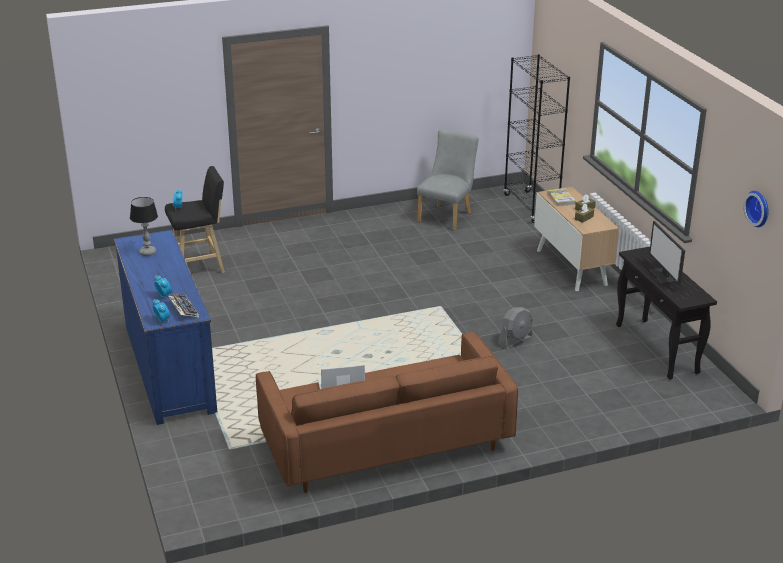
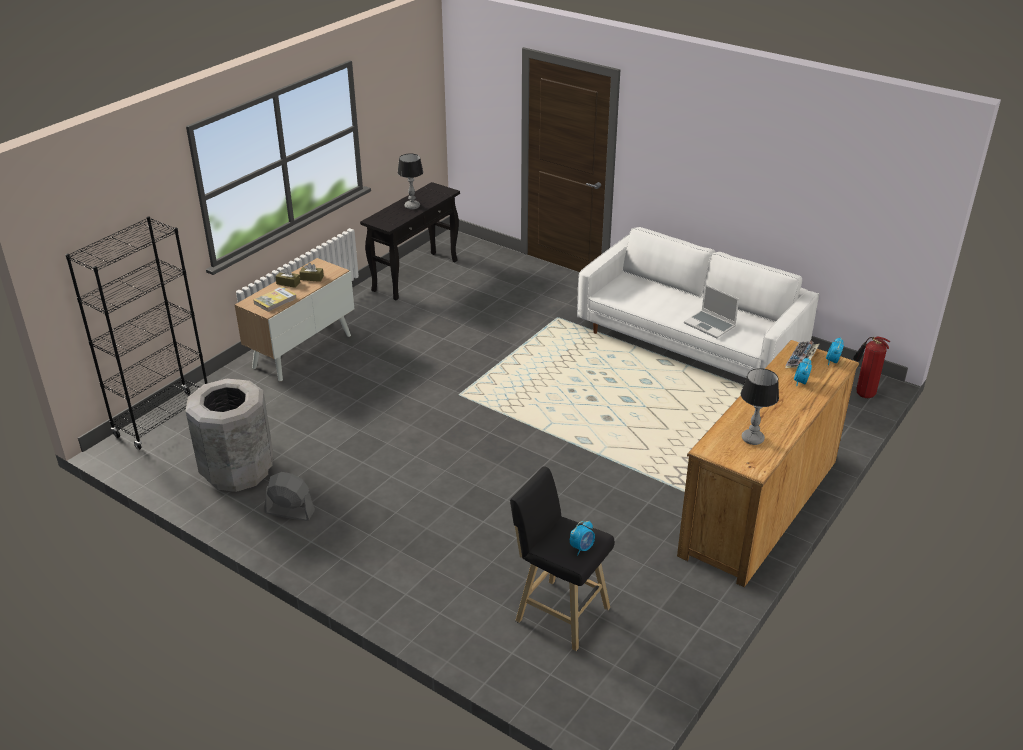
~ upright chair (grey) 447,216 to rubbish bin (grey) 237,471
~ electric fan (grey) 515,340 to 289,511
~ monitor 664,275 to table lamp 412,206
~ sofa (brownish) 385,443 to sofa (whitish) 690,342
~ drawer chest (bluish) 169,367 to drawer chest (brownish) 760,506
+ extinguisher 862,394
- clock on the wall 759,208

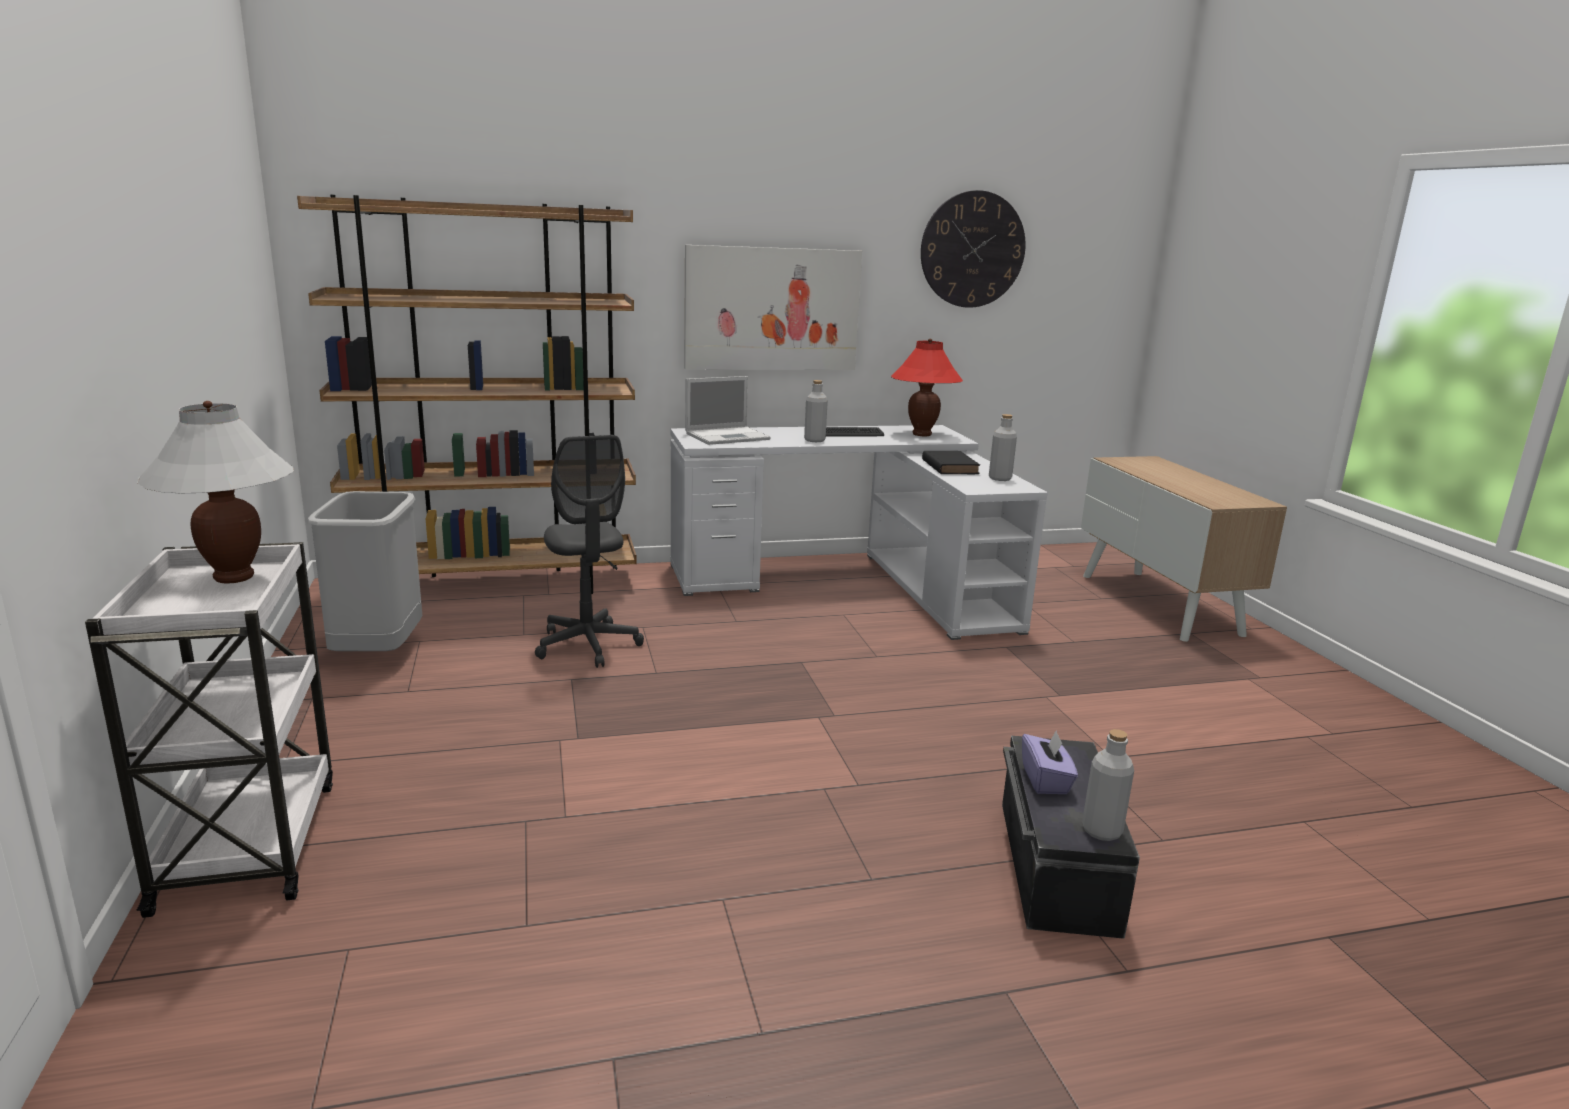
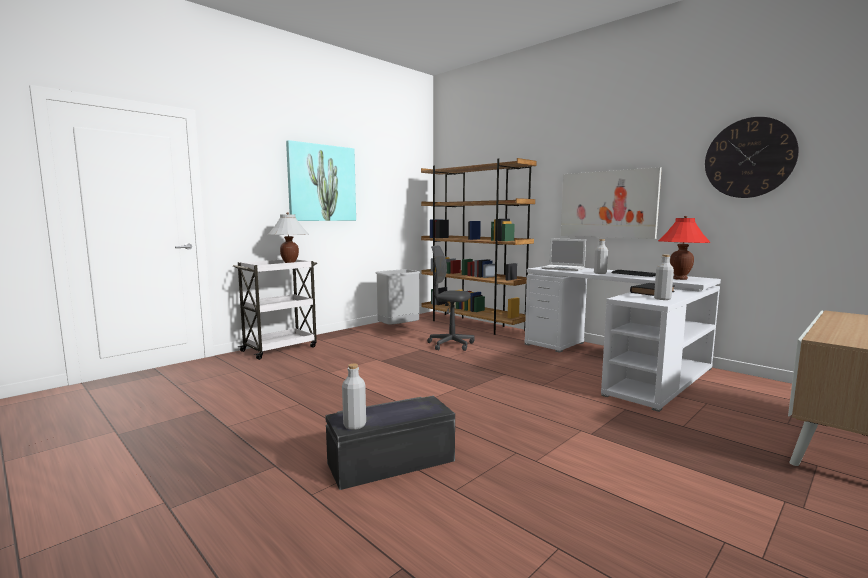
+ wall art 321,183
~ desk chair (grey) 588,645 = 450,345 75 degrees clockwise
- box of tissues (purplish) 1046,780

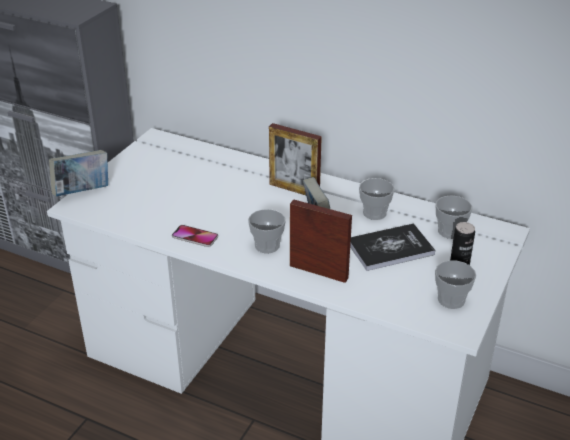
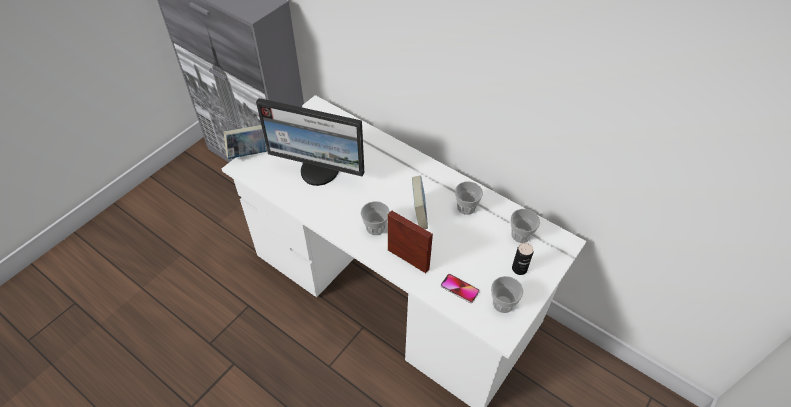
+ monitor 320,170
~ handset 195,237 to 459,288
- picture frame 294,189
- book 390,248

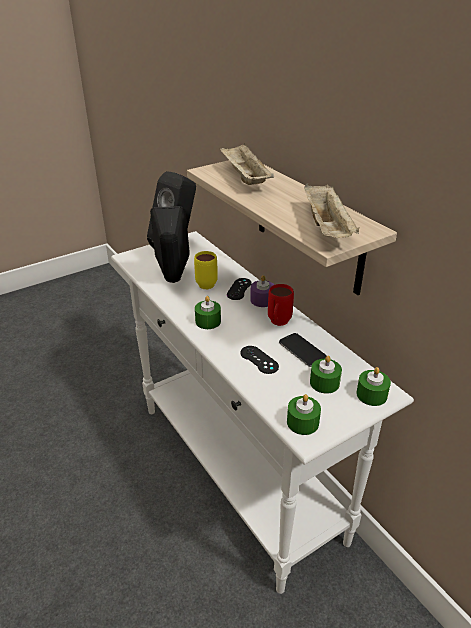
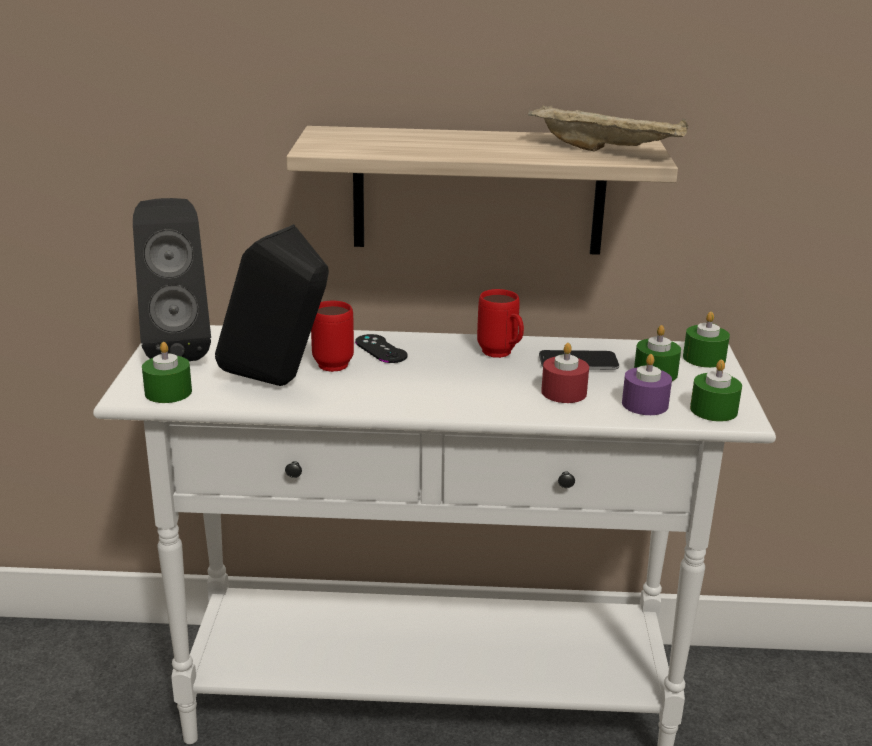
~ candle (green-coloured) 208,321 to 168,392
~ tea mug (yellow) 208,283 to tea mug (reddish) 328,362
~ joypad (black-coloured) 259,360 to candle (reddish) 564,392
~ candle (purplish) 262,300 to 645,404
- serving tray (sand-coloured) 244,177

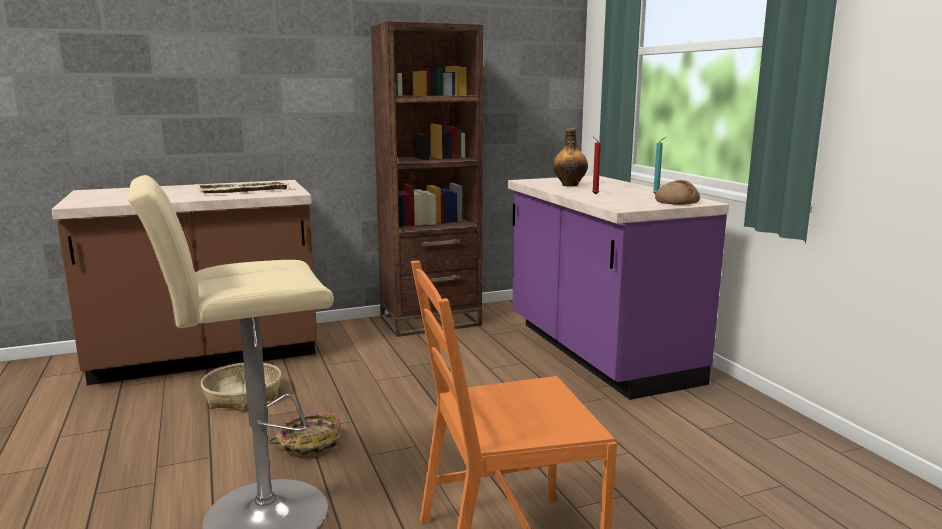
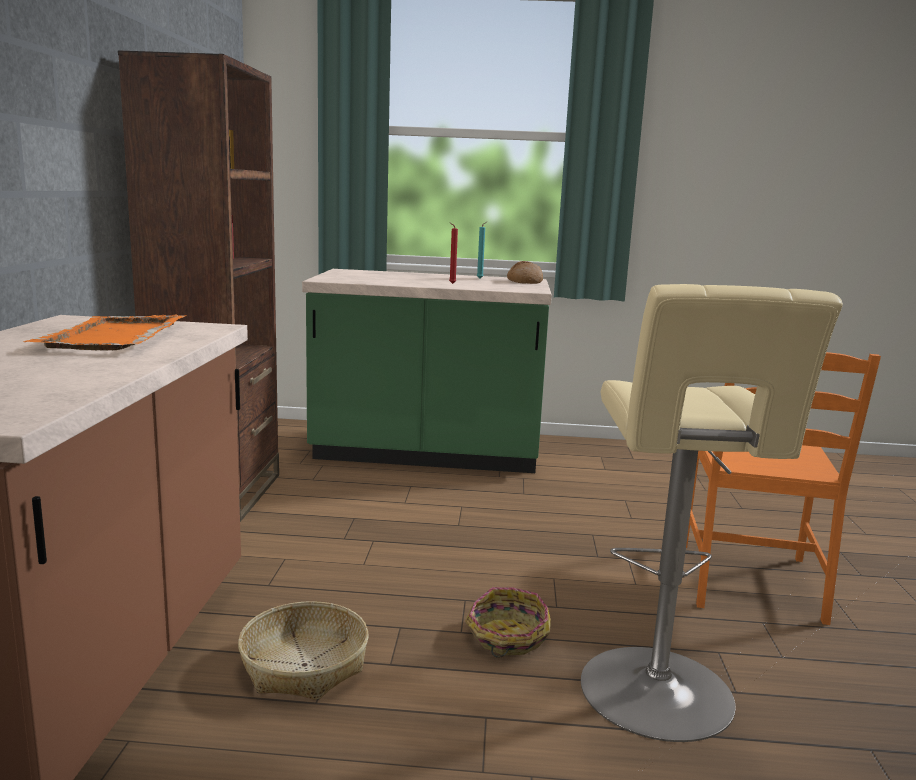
~ serving tray (sand-coloured) 242,190 to serving tray (orangey) 113,337
~ kitchen counter (purplish) 597,353 to kitchen counter (green-coloured) 426,454
- bottle 569,185

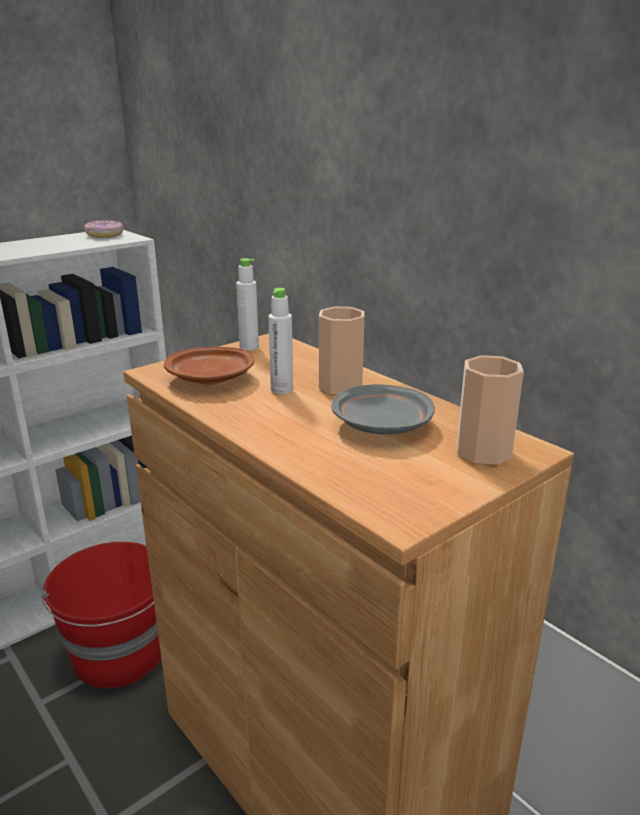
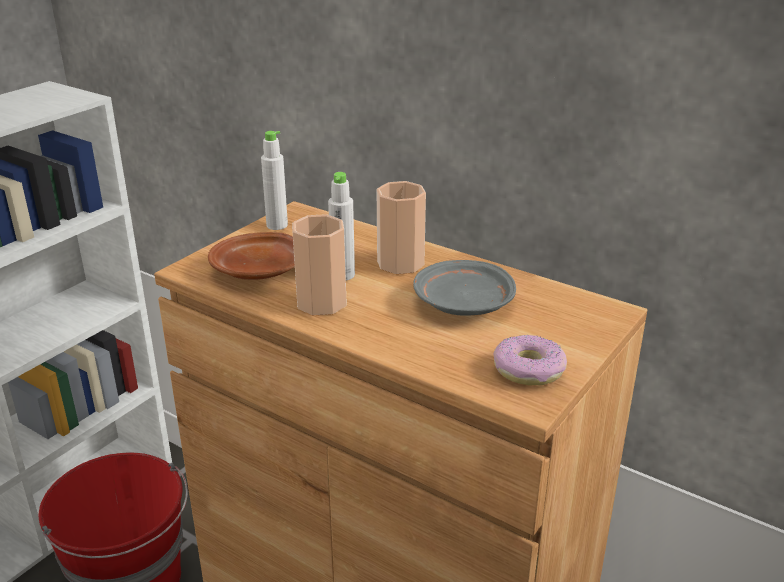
~ drinking cup 483,452 to 321,302
~ donut 105,235 to 528,369

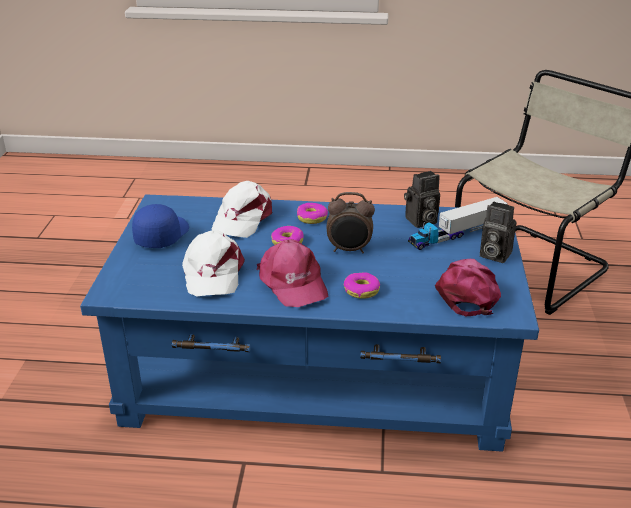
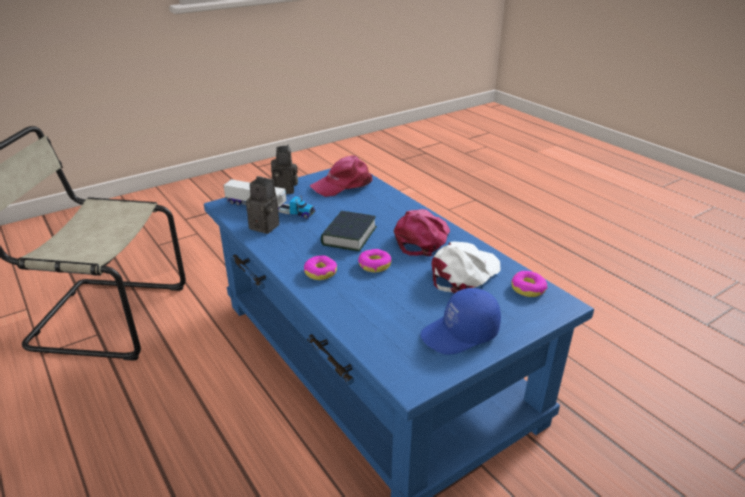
~ bedside clock 349,250 to book 349,236
~ donut 361,290 to 528,289
- peaked cap (whitish) 242,219

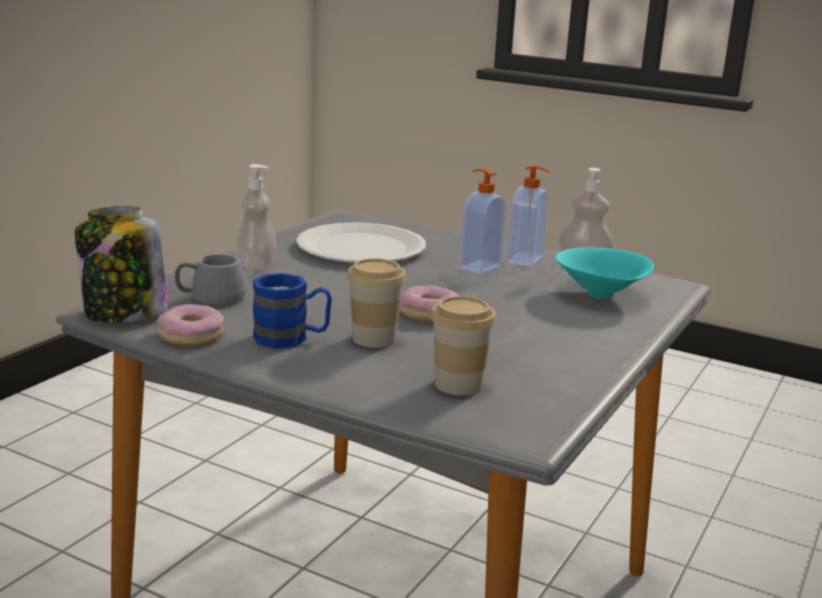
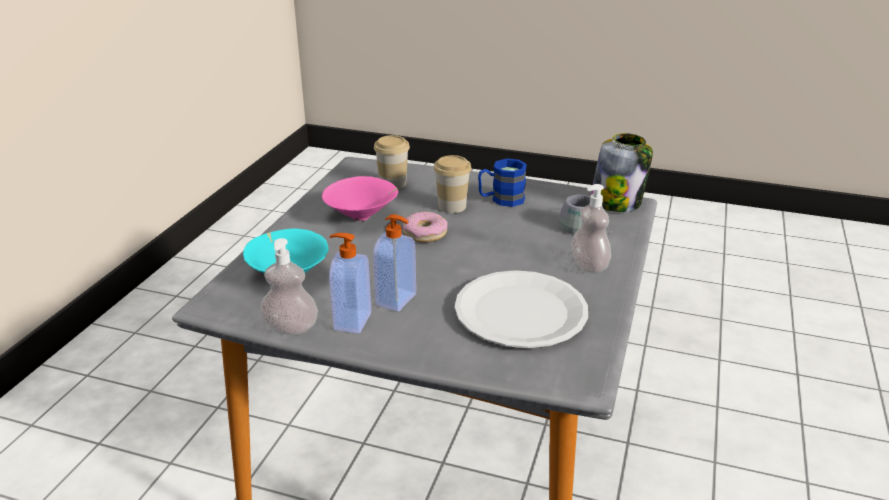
+ bowl (pink-coloured) 363,217
- donut 191,335

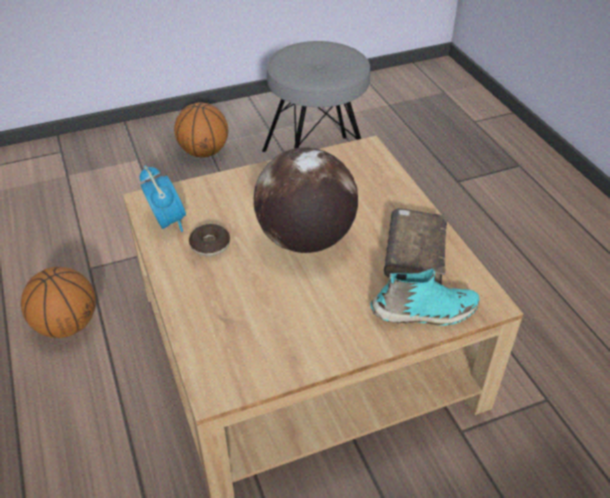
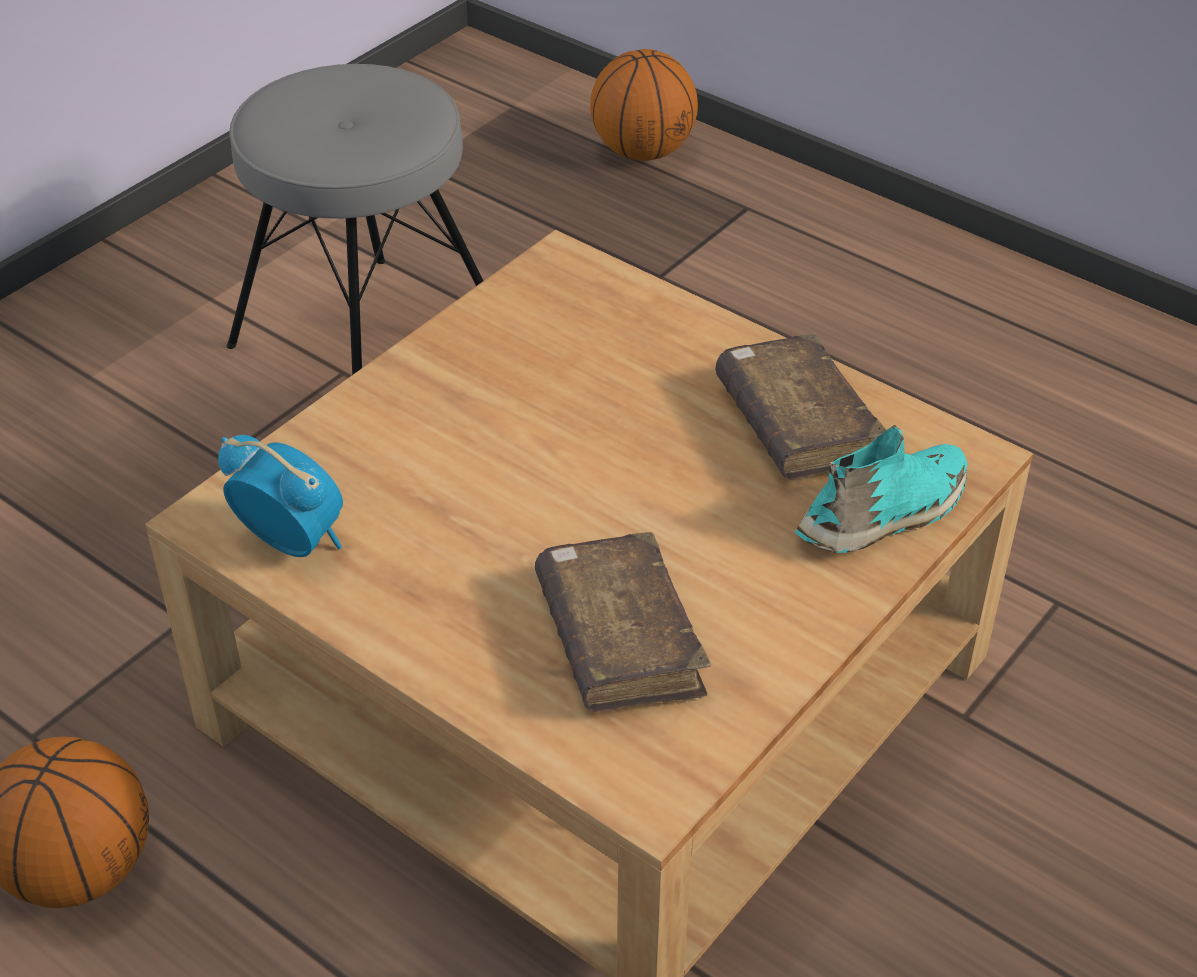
+ book (brownish) 619,640
~ basketball 204,152 to 643,151
- donut 210,245
- globe 305,239

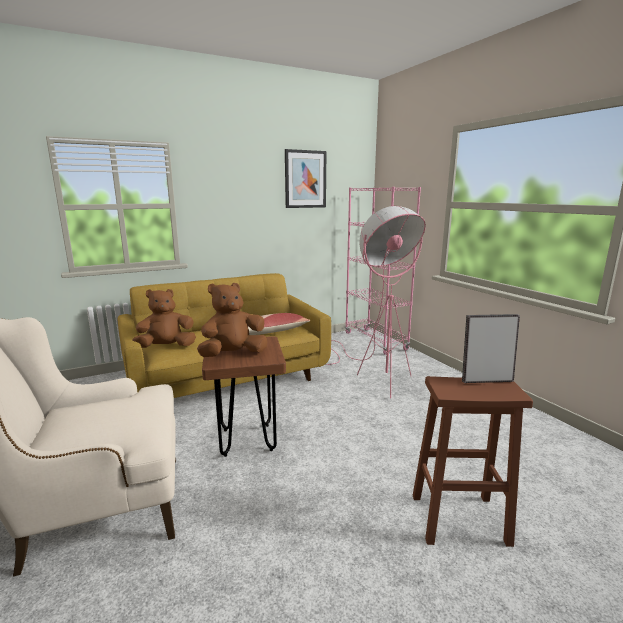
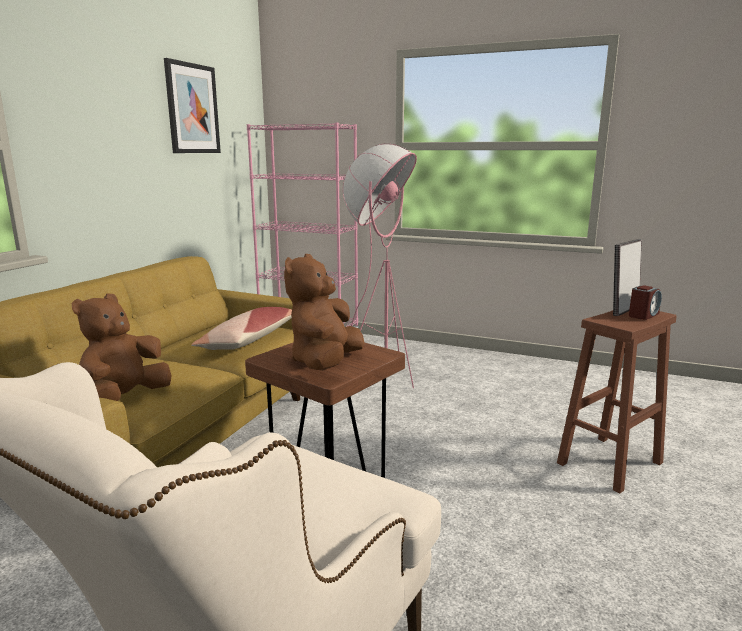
+ bedside clock 643,315

